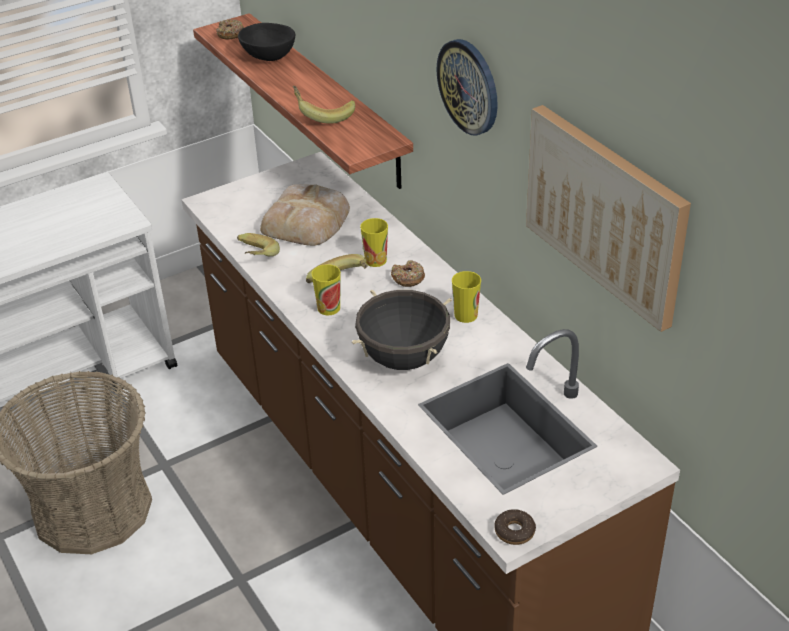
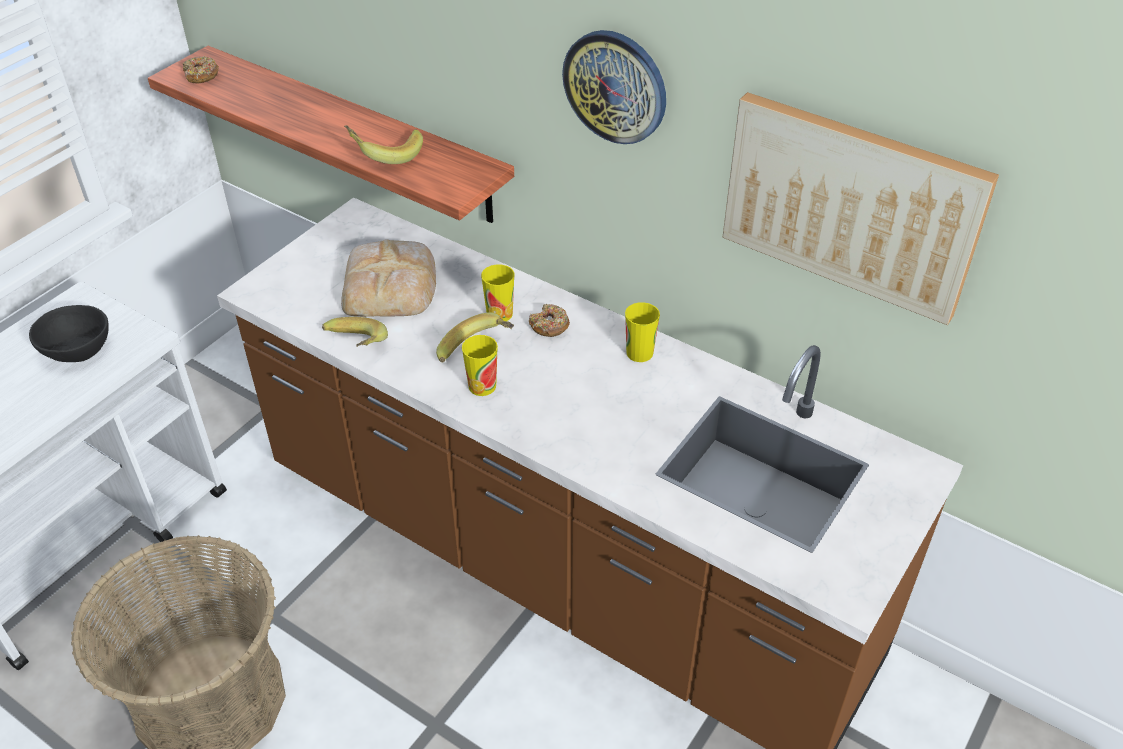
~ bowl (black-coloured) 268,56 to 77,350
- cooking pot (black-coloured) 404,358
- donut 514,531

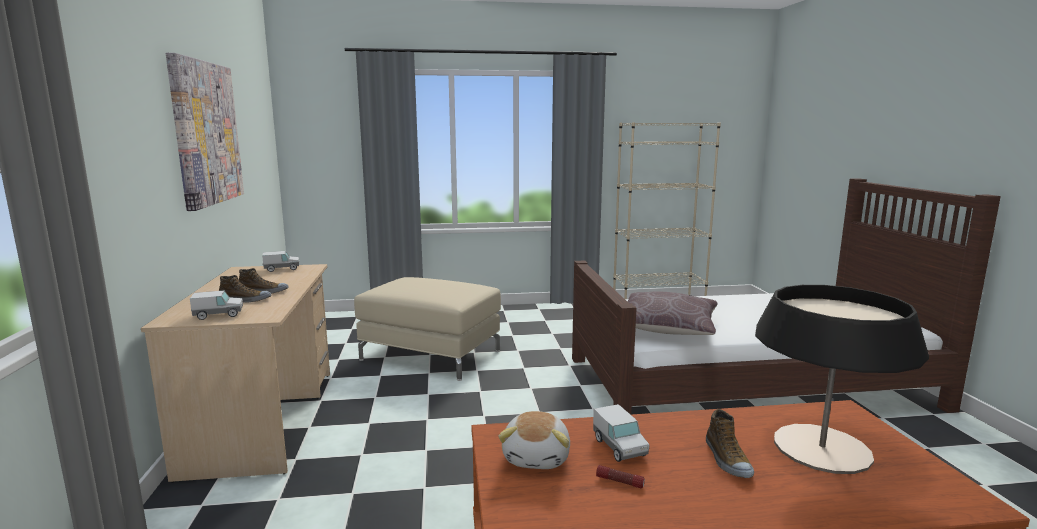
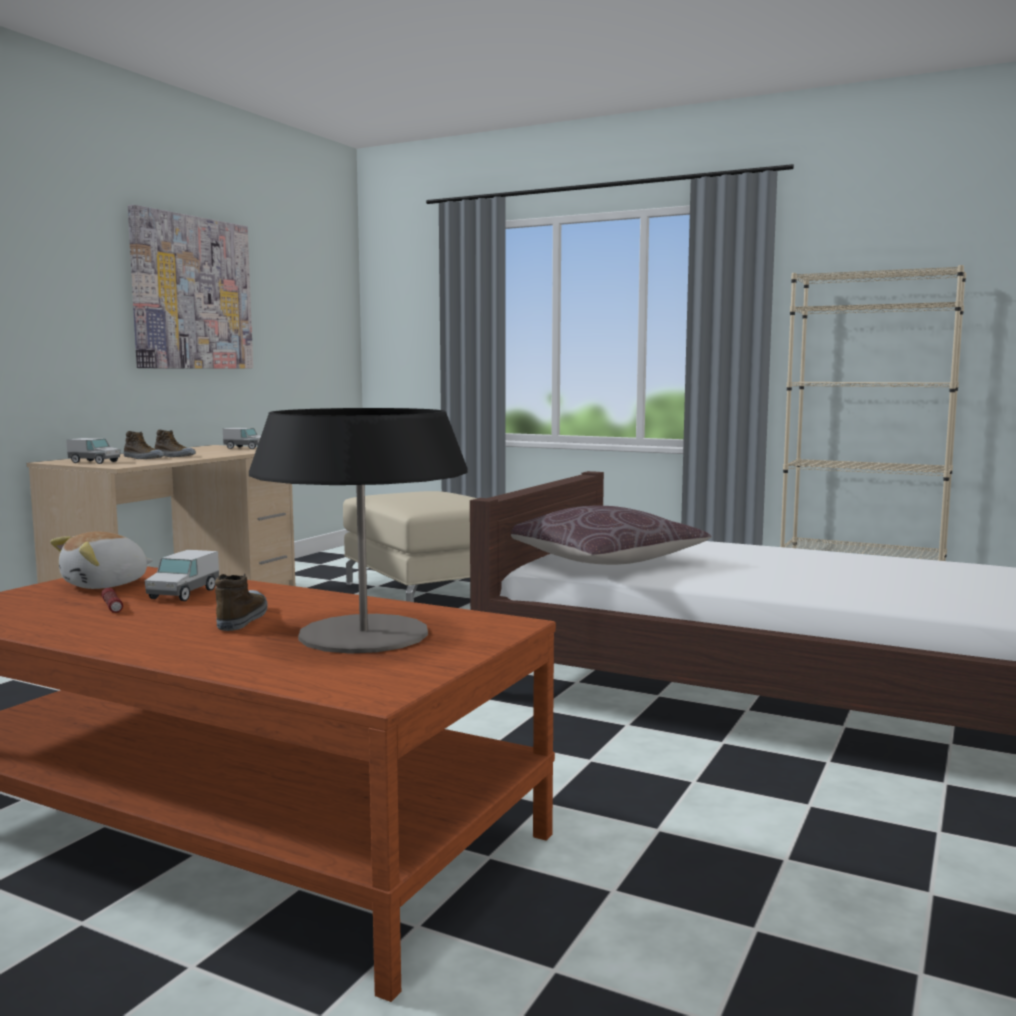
~ low shoe 727,459 = 243,618 150 degrees clockwise

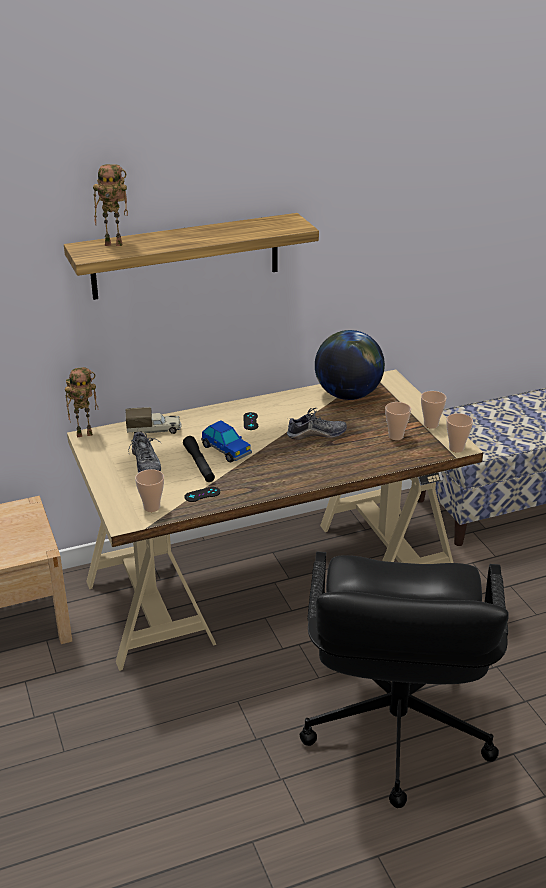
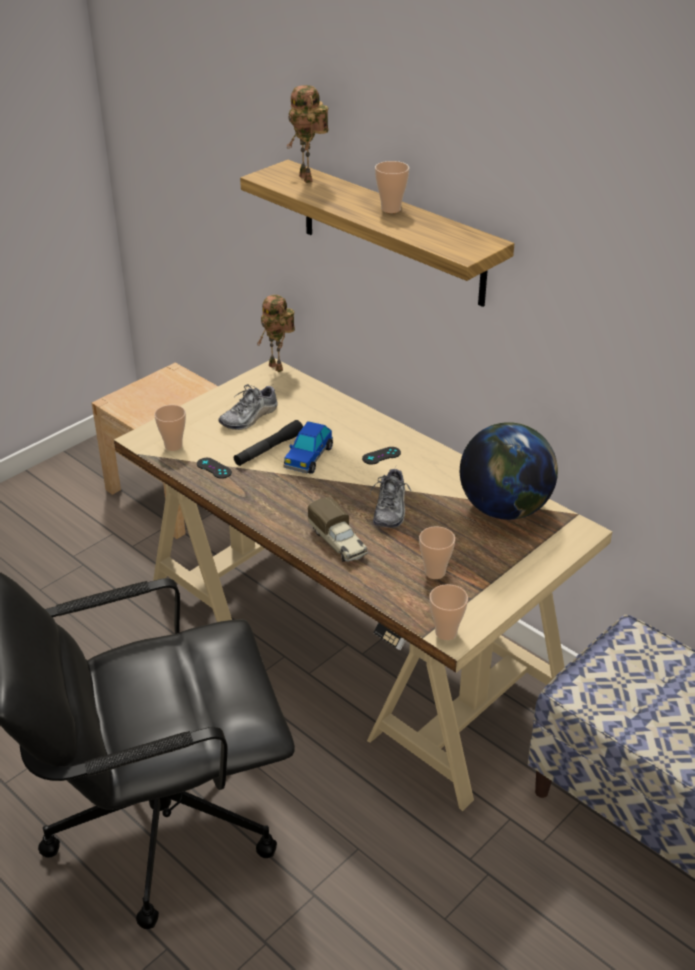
~ toy lorry 154,430 to 338,543
~ low shoe 316,434 = 390,509 45 degrees clockwise
~ drinking cup 431,425 to 391,209

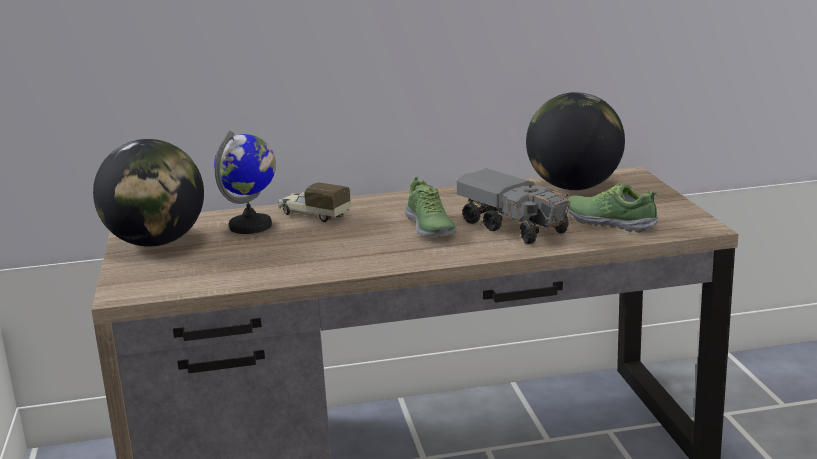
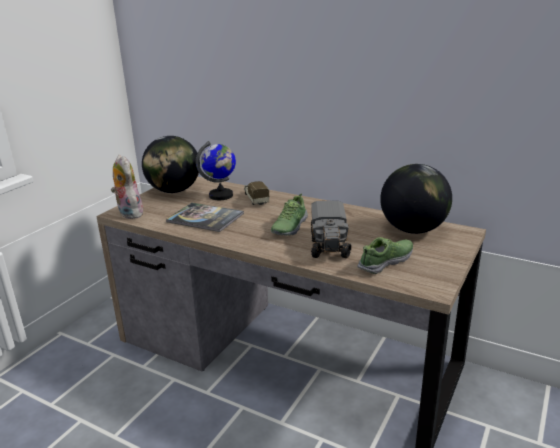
+ soft toy 128,213
+ book 205,218
~ low shoe 610,222 = 386,262 60 degrees clockwise

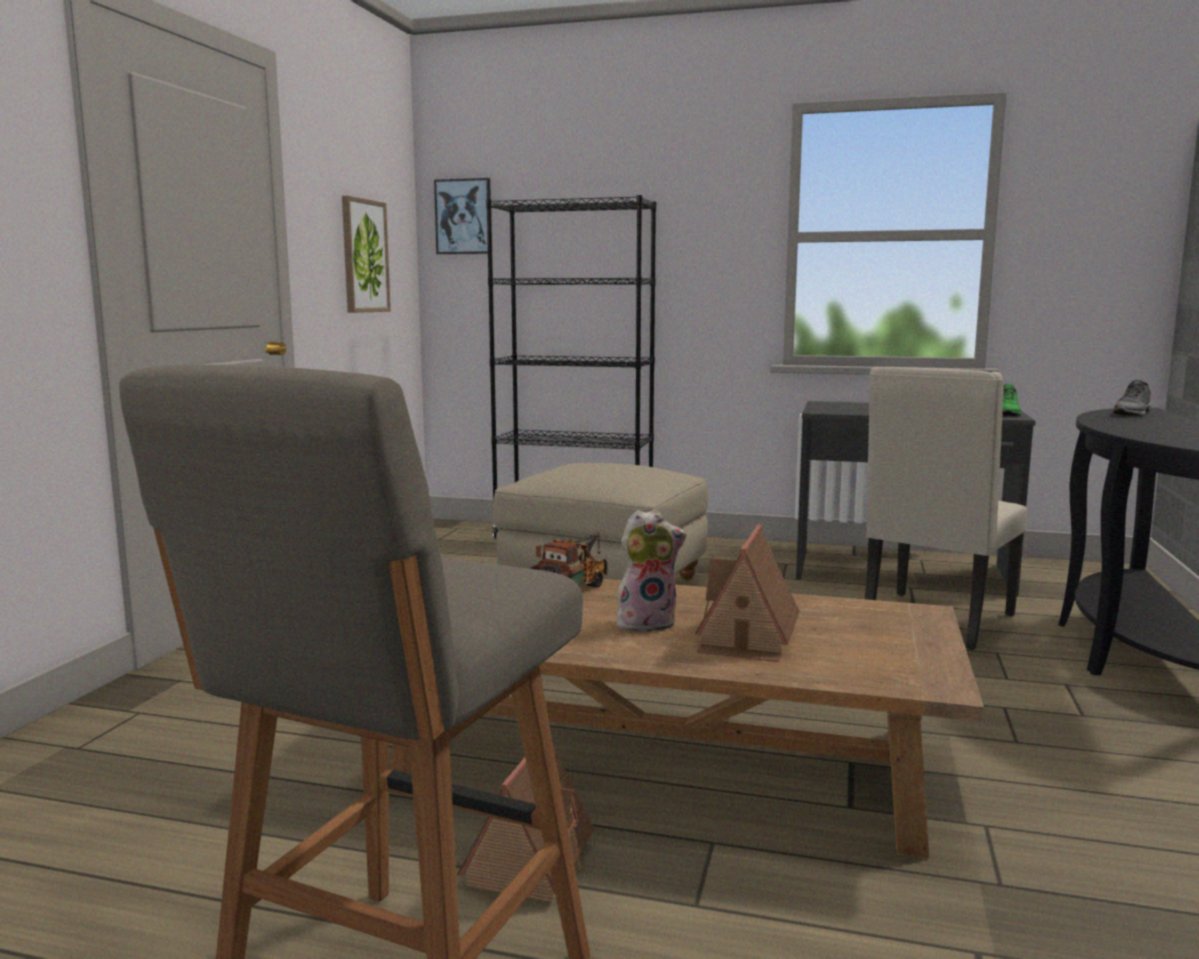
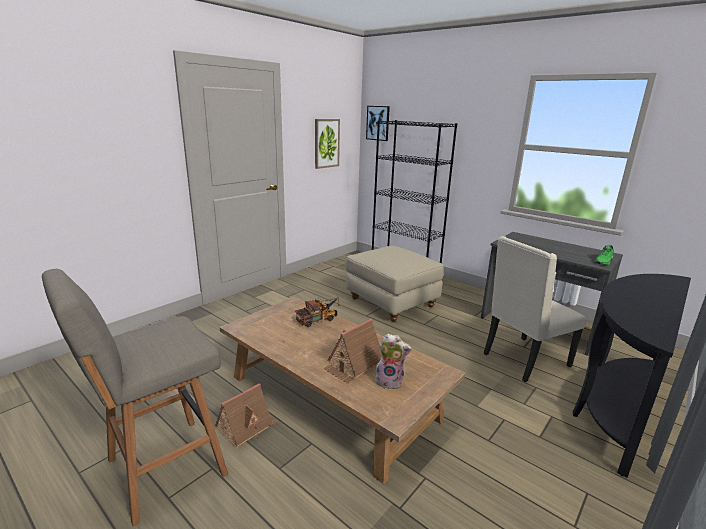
~ soft toy 647,623 to 390,381
- low shoe (grey) 1133,413

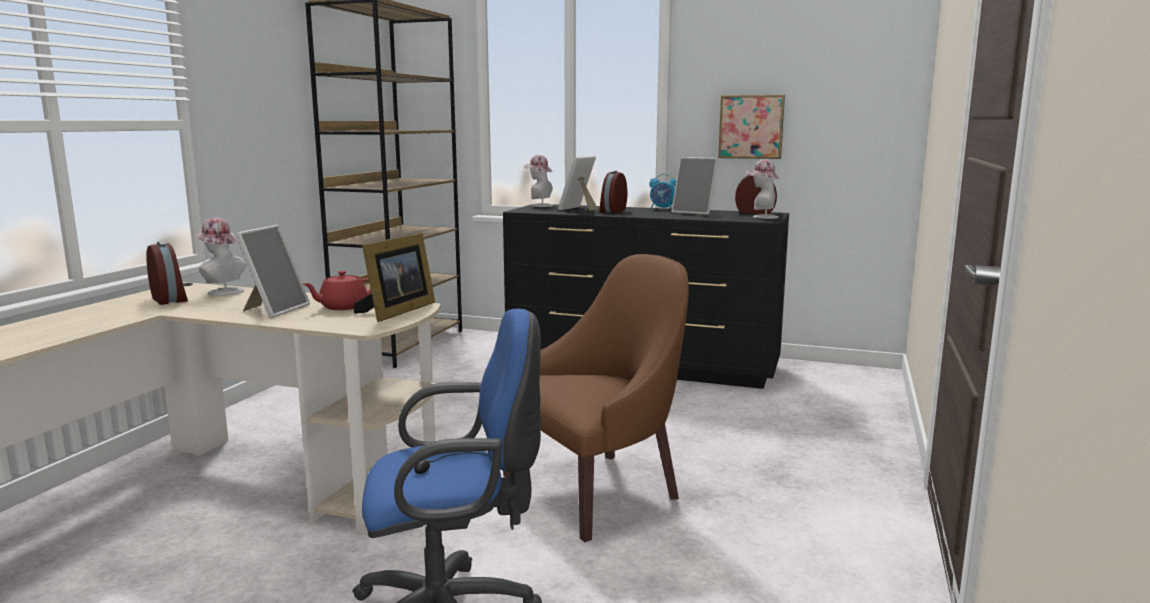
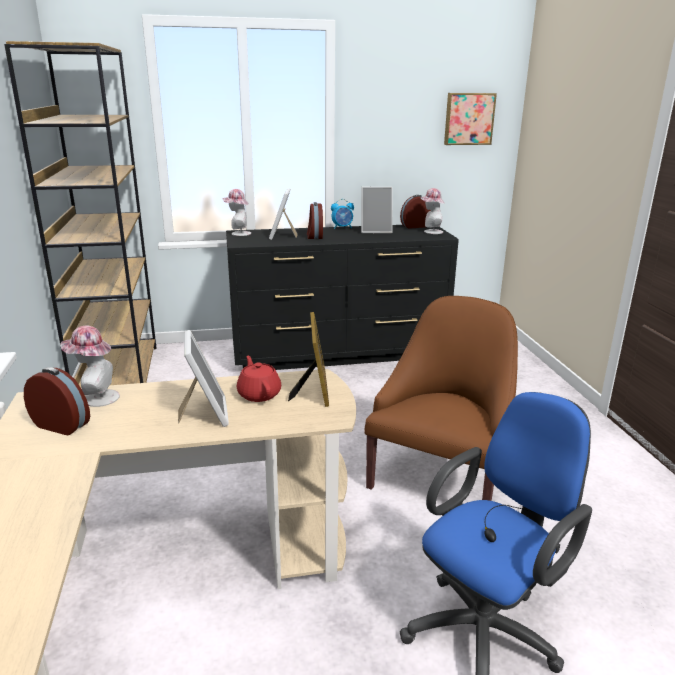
~ pot for tea (reddish) 342,307 = 259,394 135 degrees clockwise
~ wall art 751,127 to 468,119

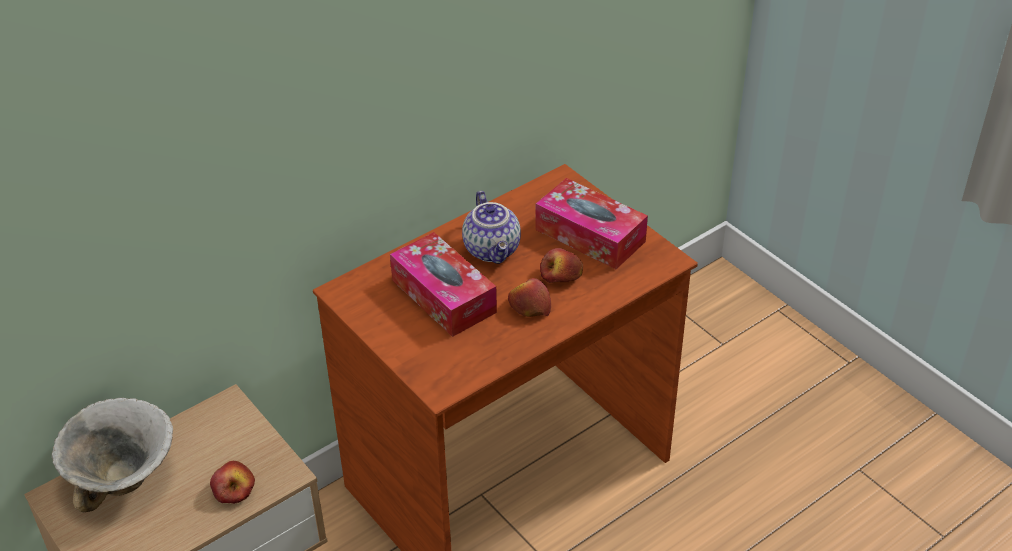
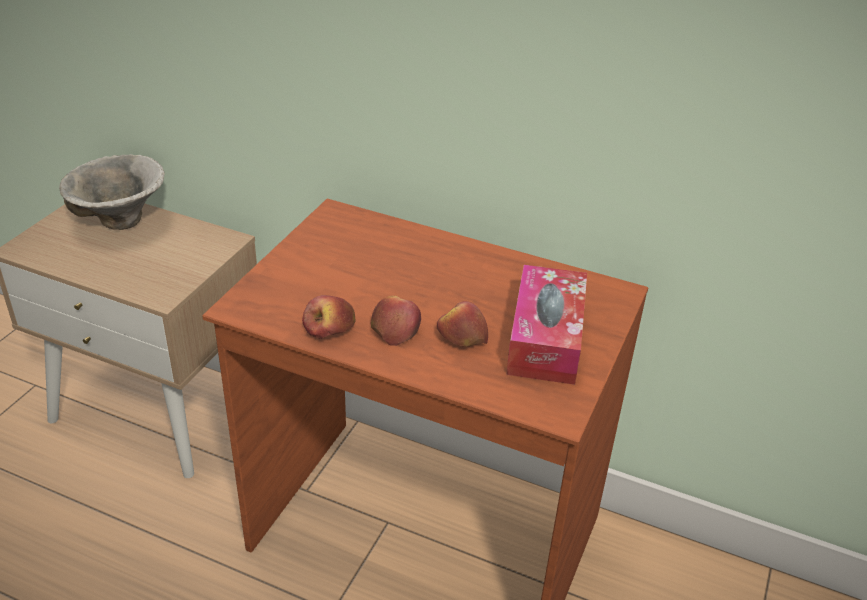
~ apple fruit 234,489 to 329,328
- box of tissues 443,296
- pot for tea 493,250

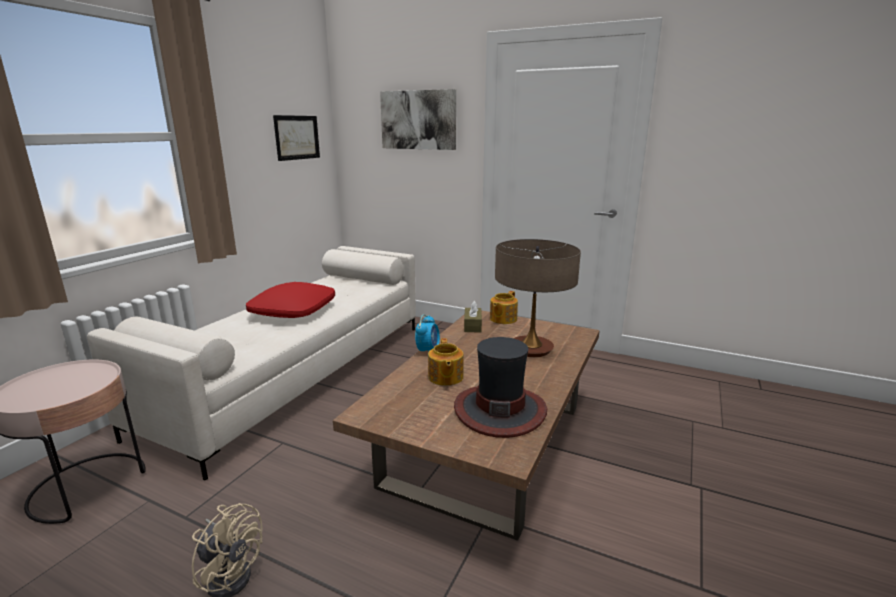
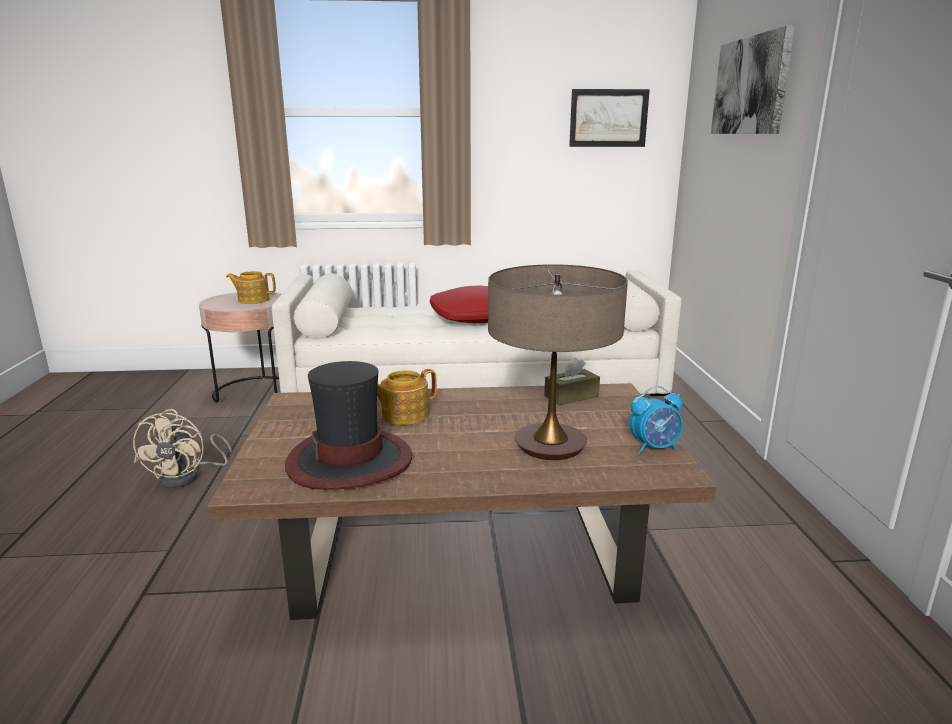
~ pot for tea 502,319 to 253,300
~ bedside clock 428,351 to 654,447

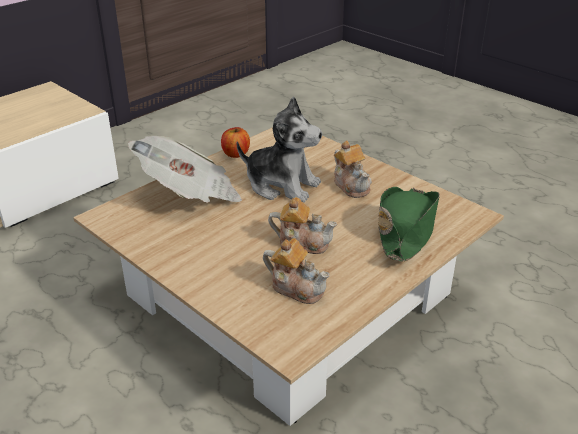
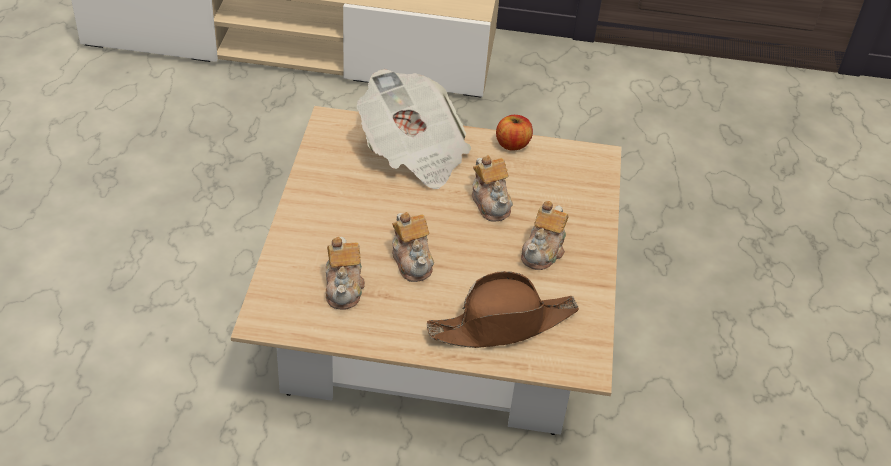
~ wearable hat (green-coloured) 406,230 to wearable hat (brownish) 503,324
~ soft toy 282,185 to pot for tea 491,202

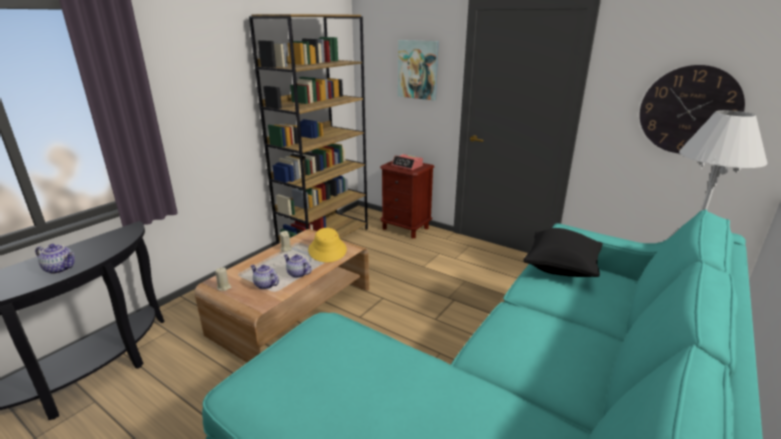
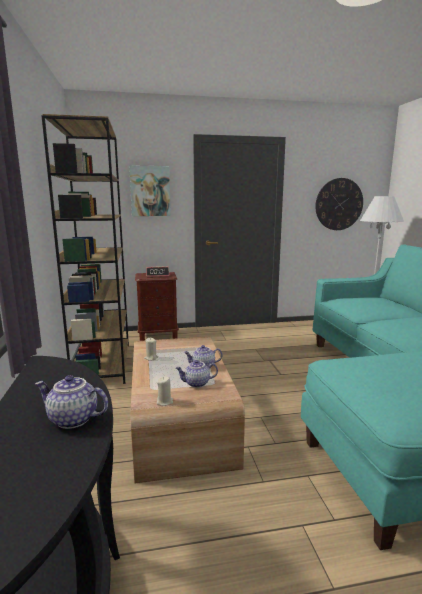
~ pot for tea 61,268 = 72,420 135 degrees counterclockwise
- wearable hat (yellow) 327,250
- cushion (black-coloured) 561,269

